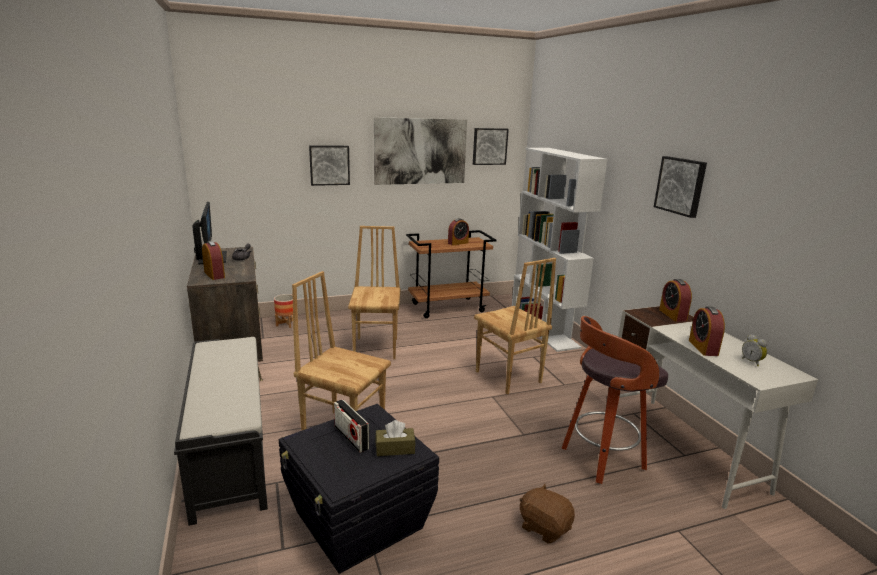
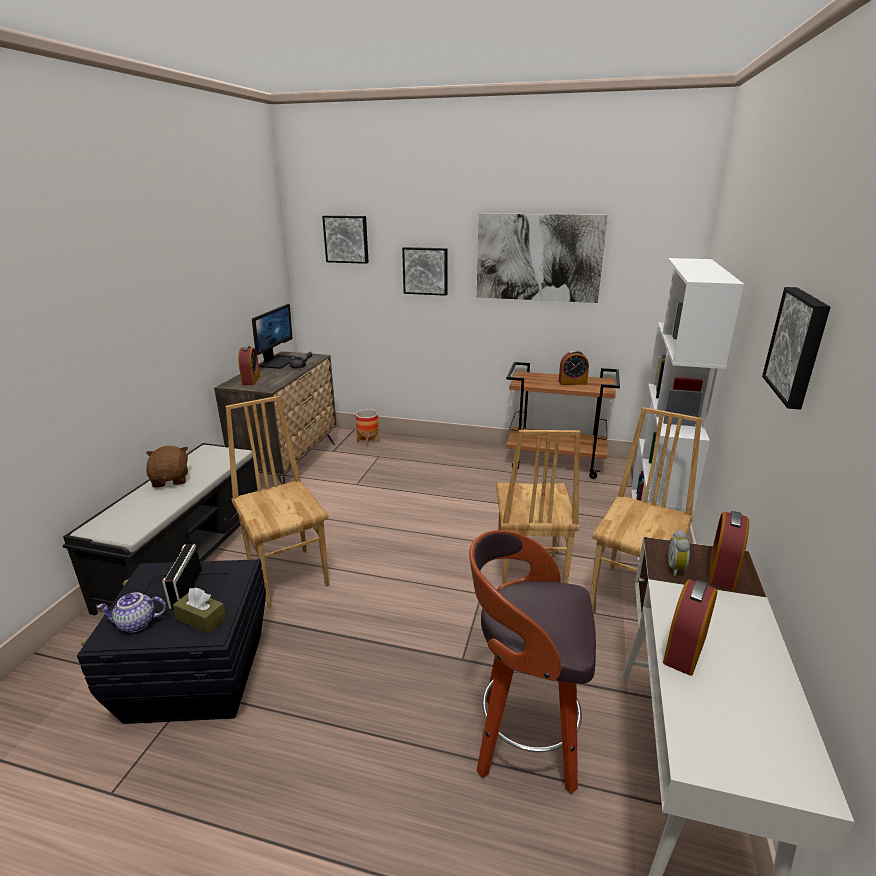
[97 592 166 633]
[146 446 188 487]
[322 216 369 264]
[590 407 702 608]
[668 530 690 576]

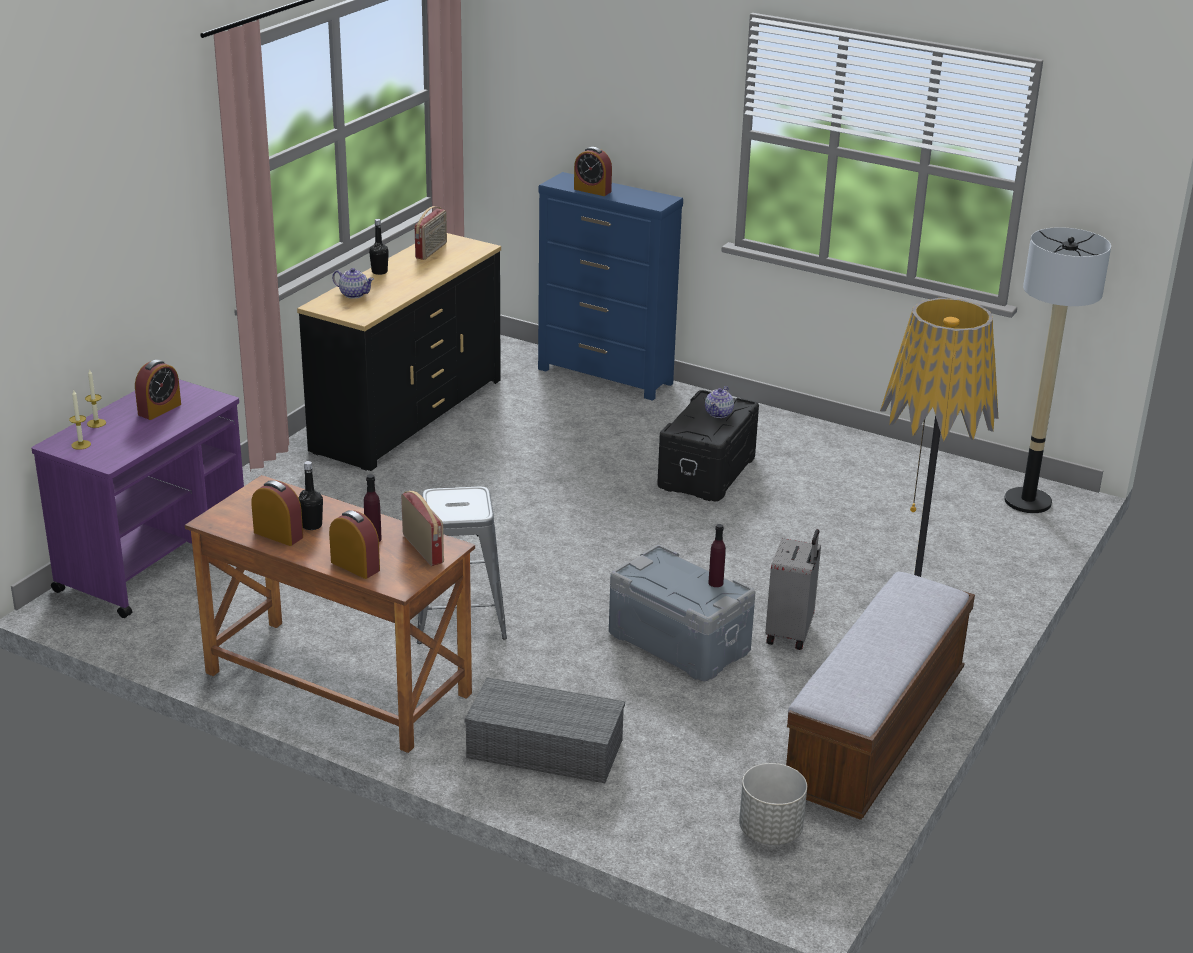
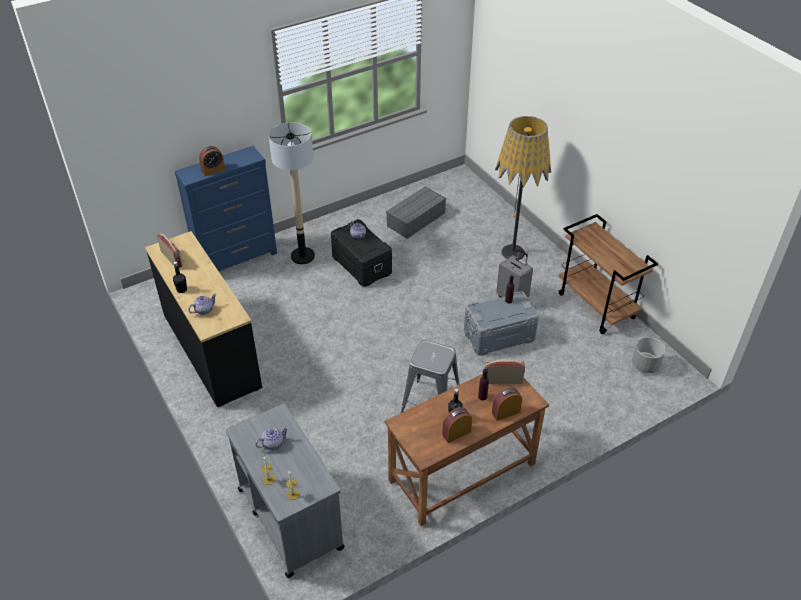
[226 403 345 578]
[255 427 288 450]
[269 122 315 264]
[386 186 446 239]
[558 214 658 334]

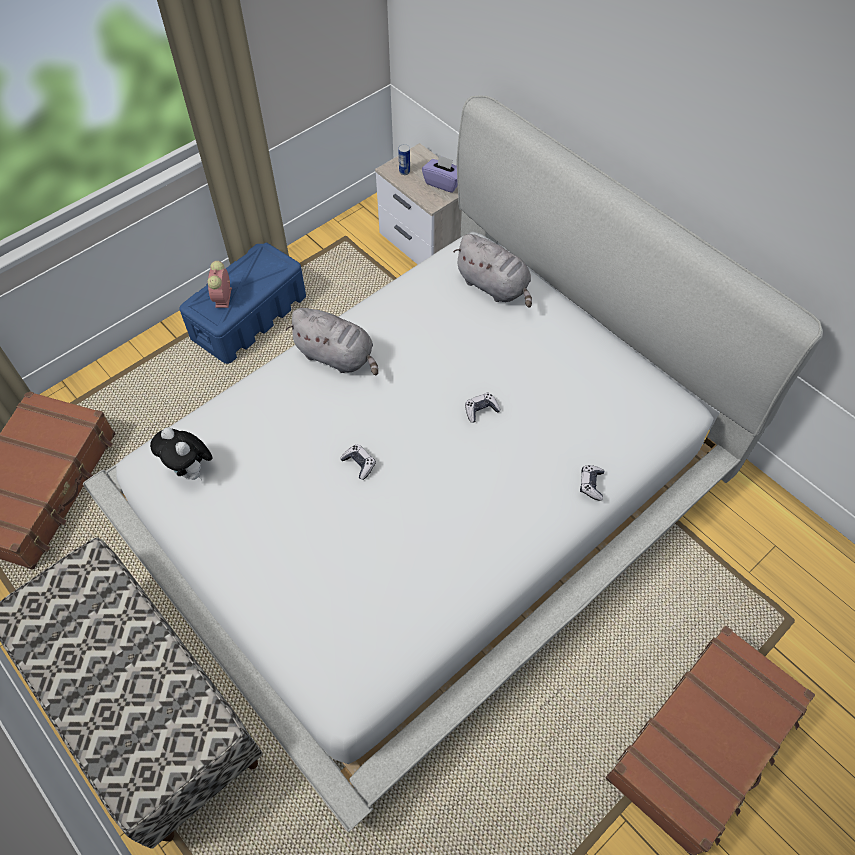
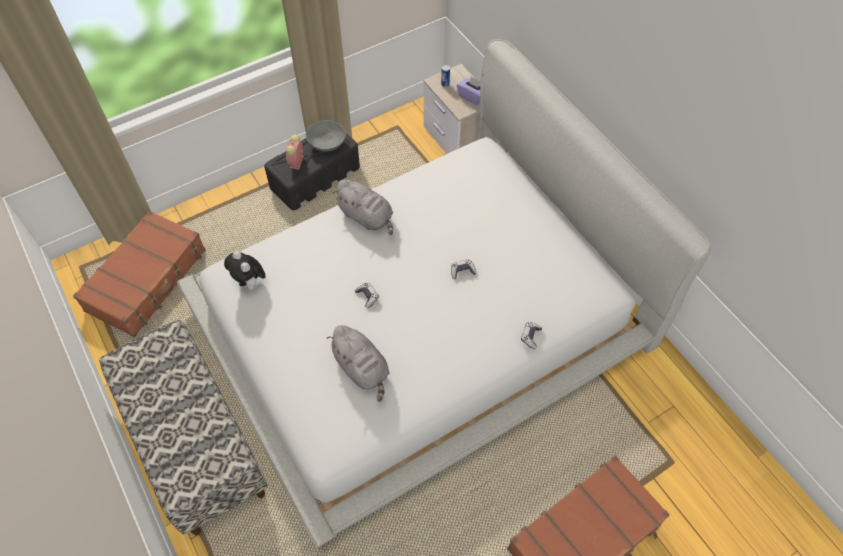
[264 134 360 210]
[306 120 346 152]
[327 325 389 402]

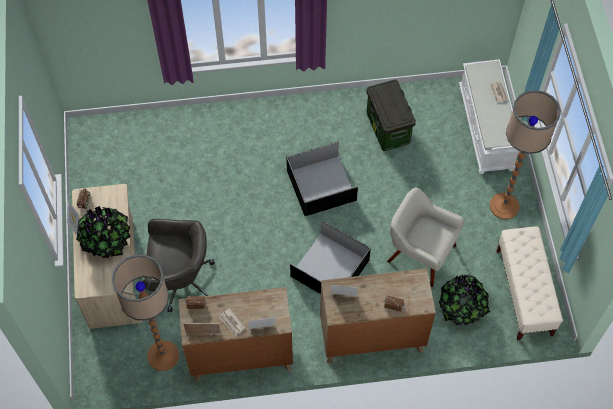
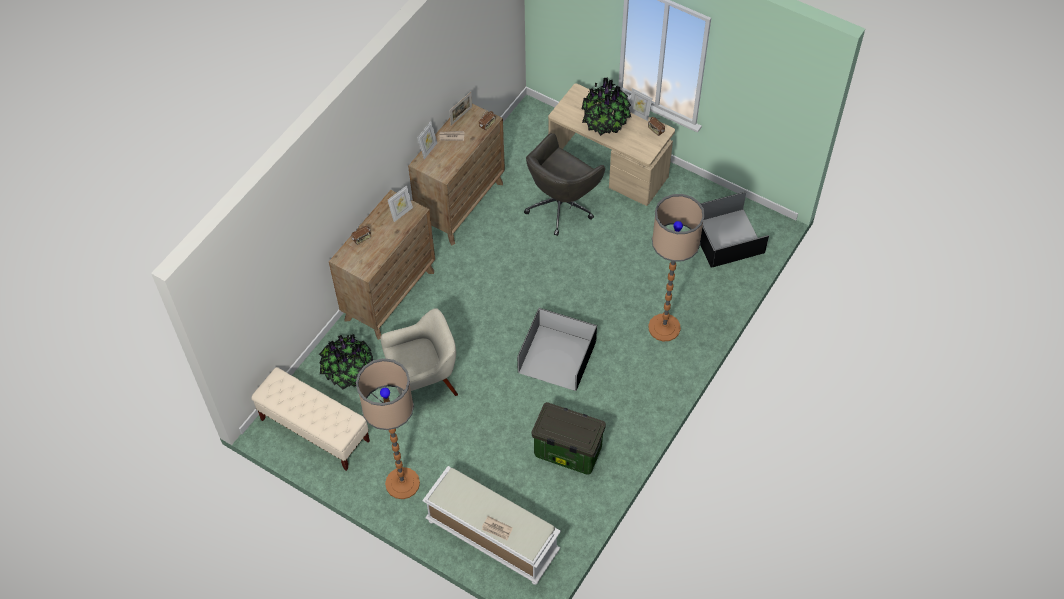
[648 194 705 341]
[700 191 769 267]

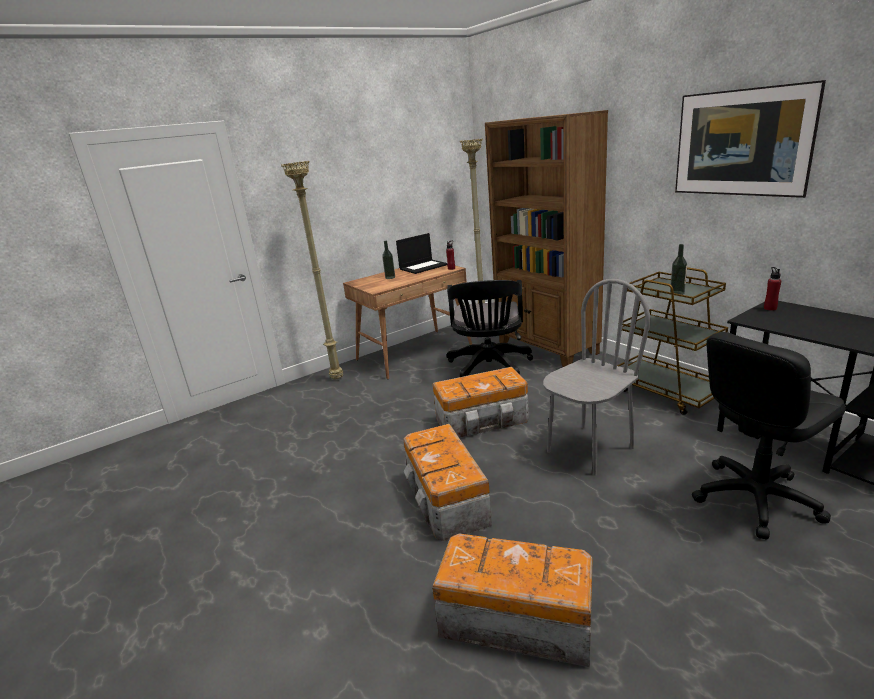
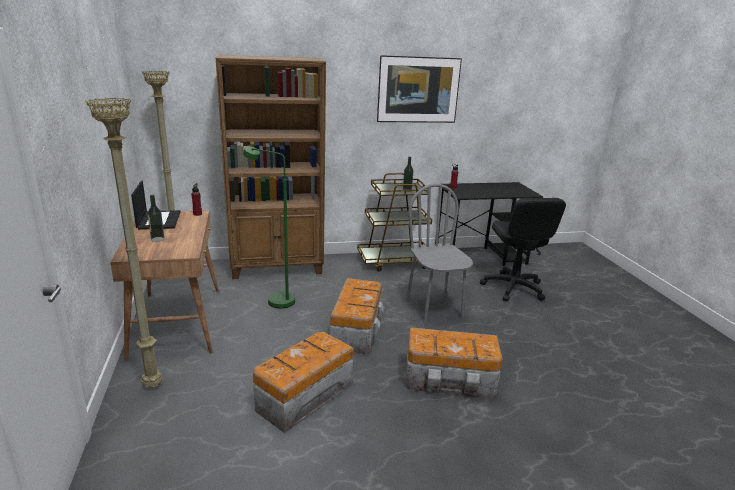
[243 146 295 308]
[253 332 354 433]

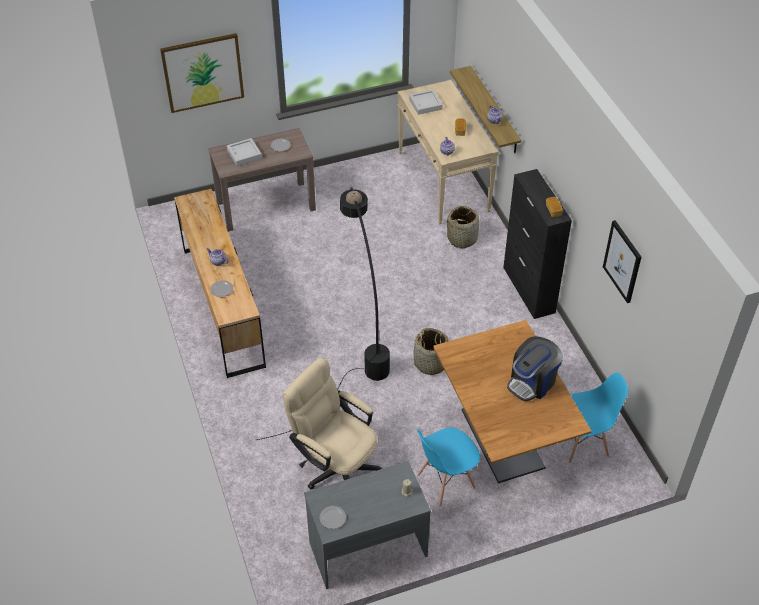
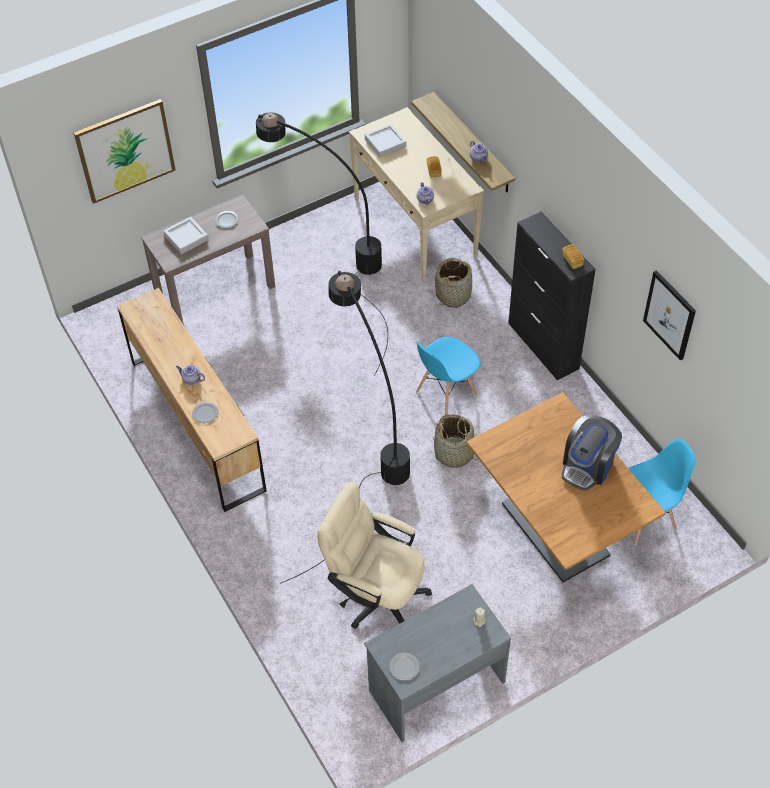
[256 113 388 376]
[416 337 481 415]

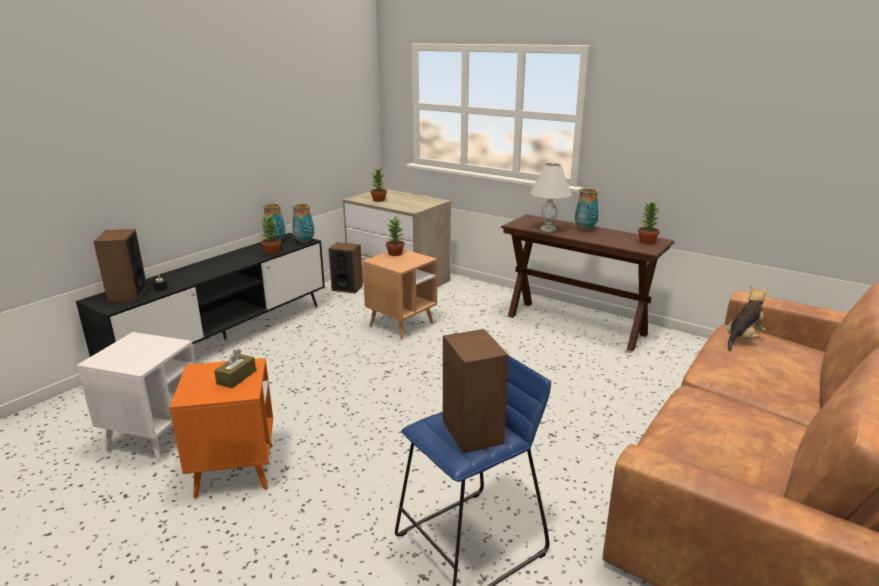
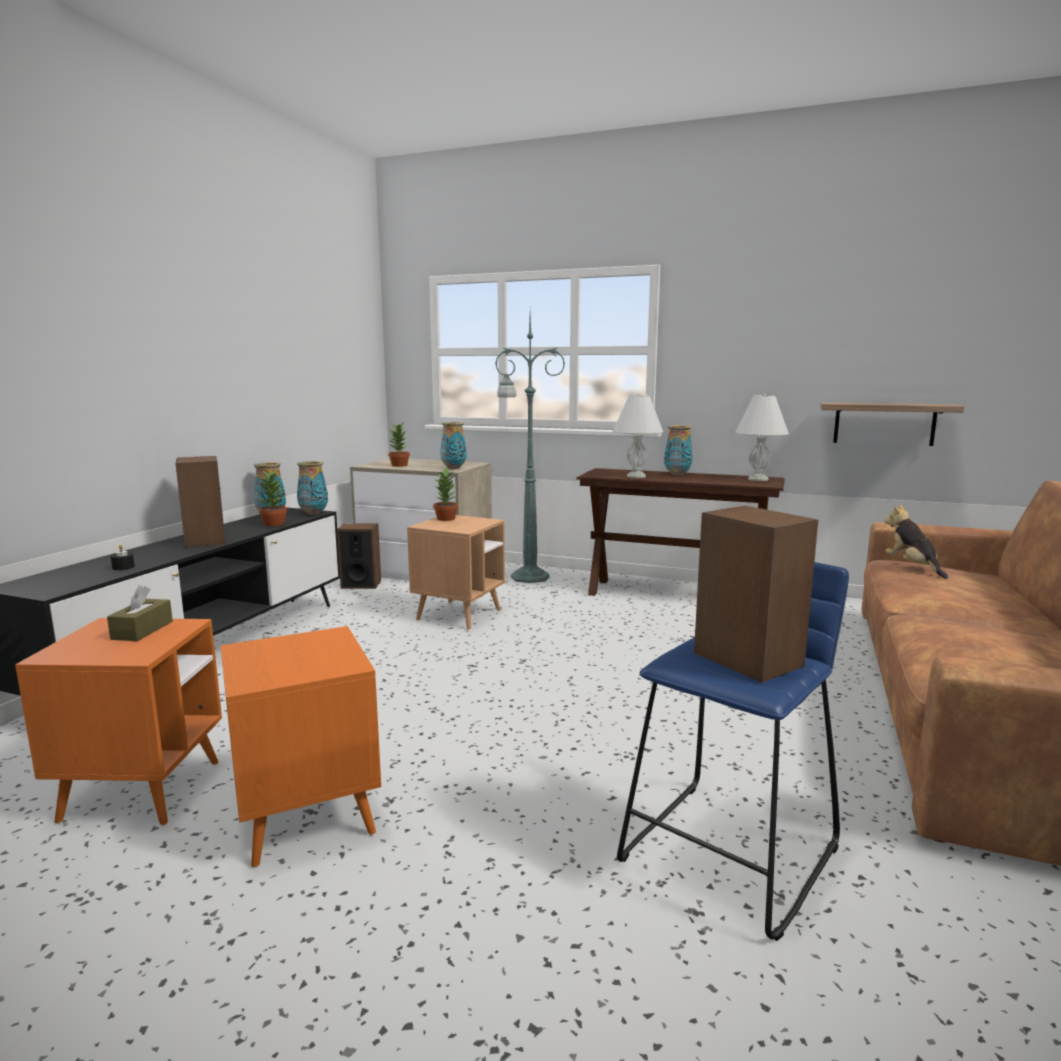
[15 618 222 826]
[107 585 173 641]
[175 456 226 547]
[440 422 466 469]
[495 313 565 583]
[735 394 789 481]
[821 402 965 446]
[884 504 948 579]

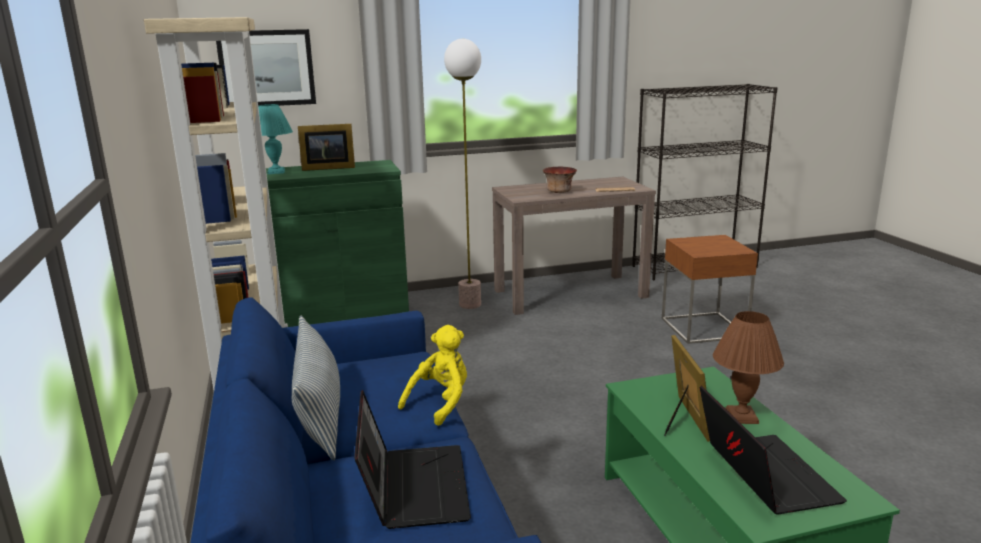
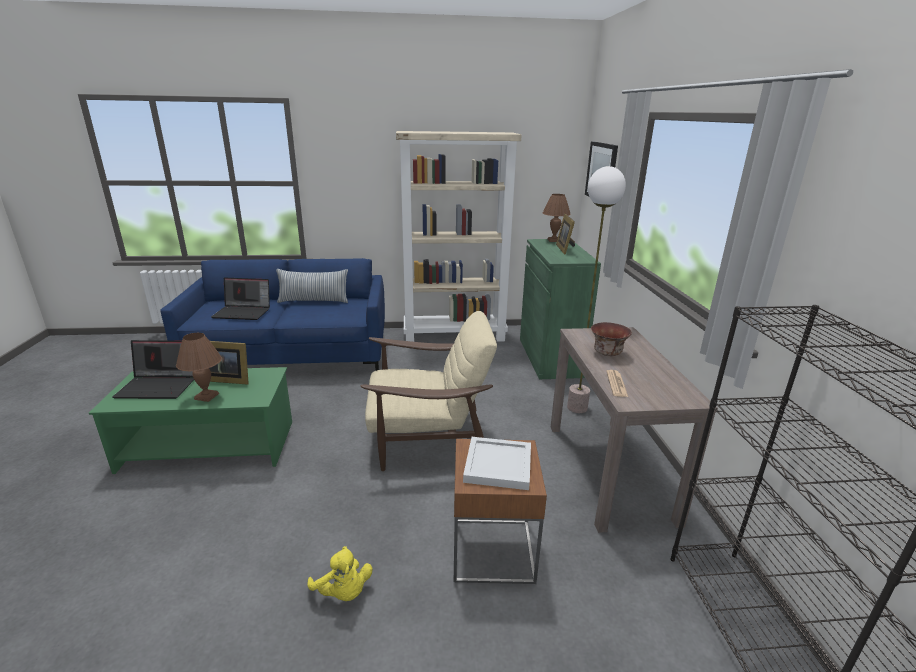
[307 546 373 601]
[361 311 497 471]
[463 437 531 490]
[543 194 571 242]

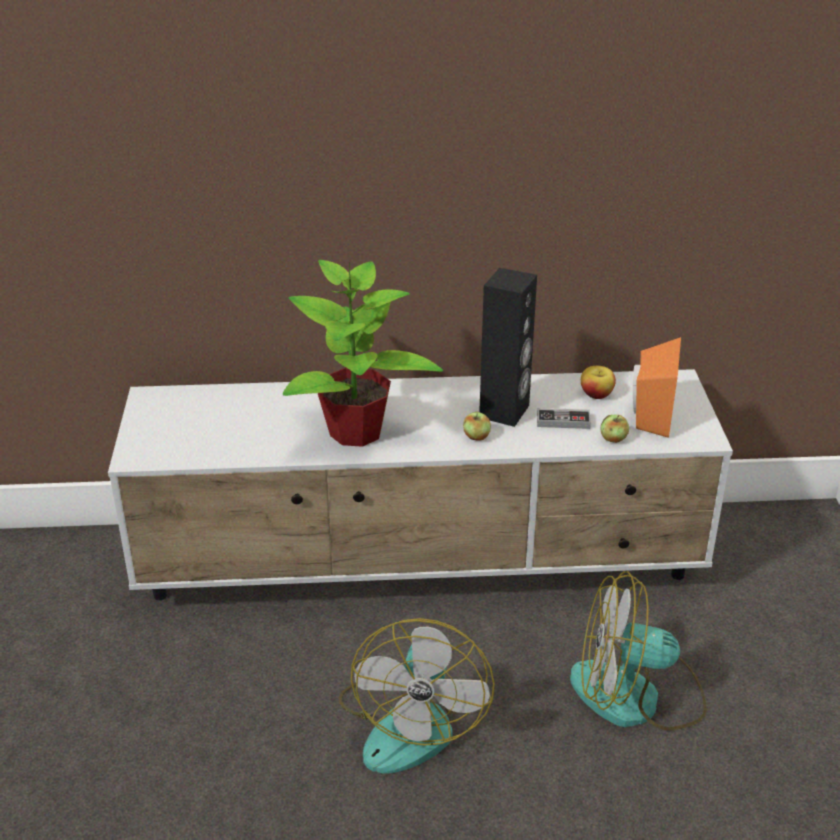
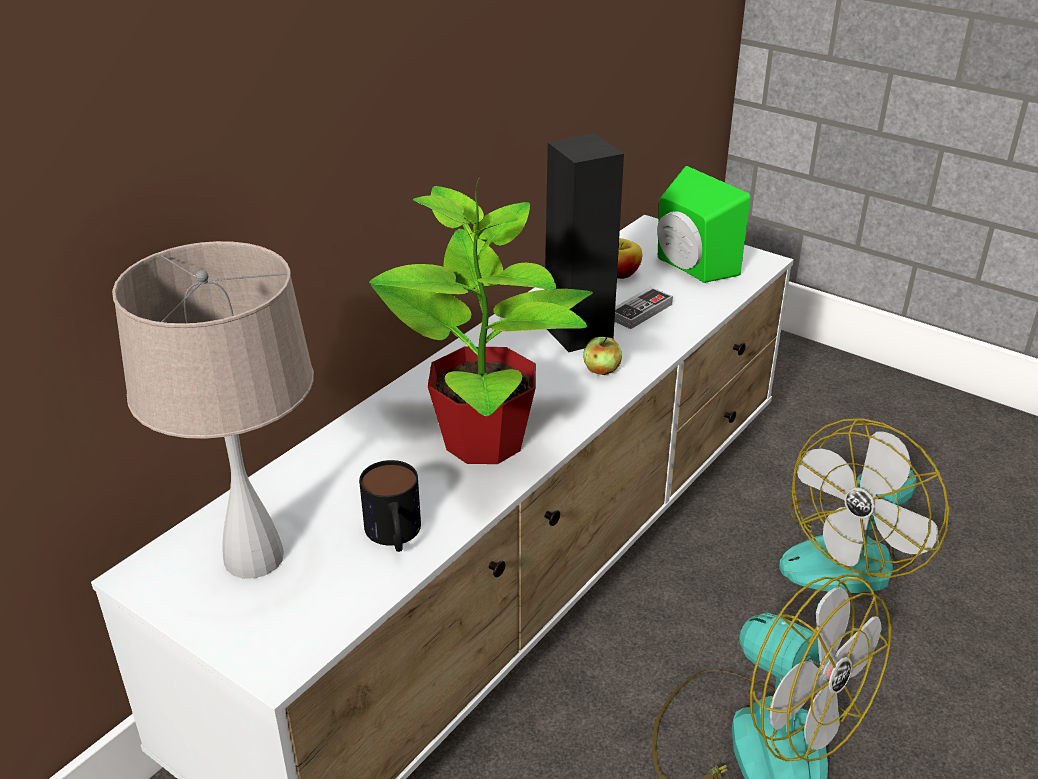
[112 241 314 579]
[359 460 421 552]
[657 166 750 283]
[600 415 629 443] (first image)

